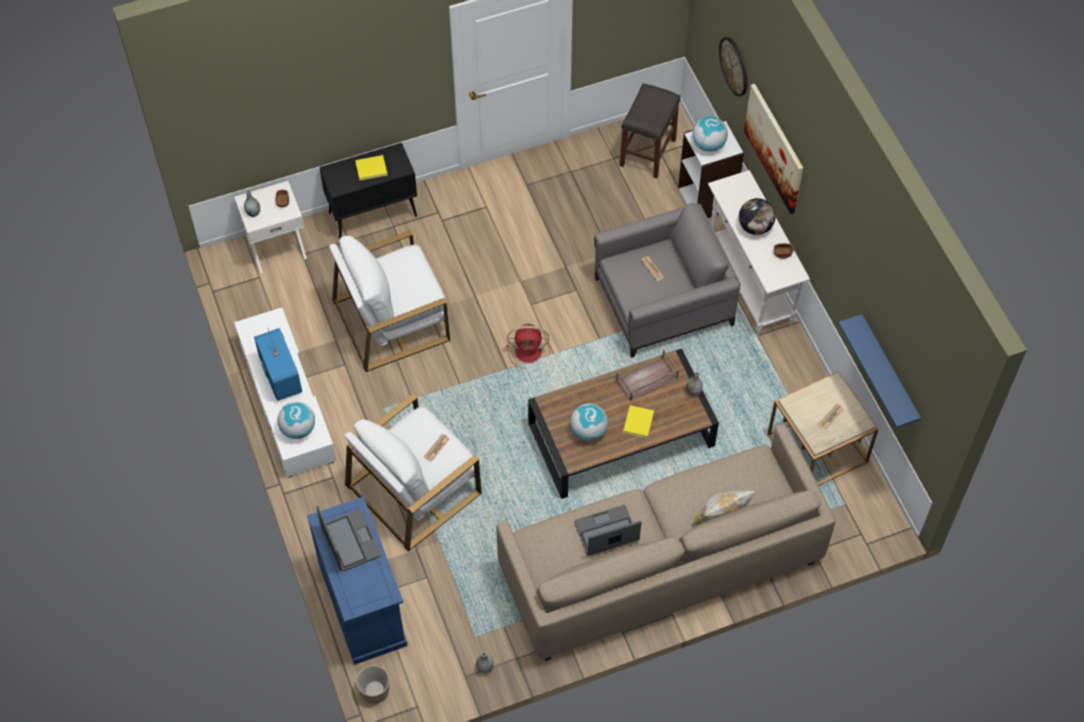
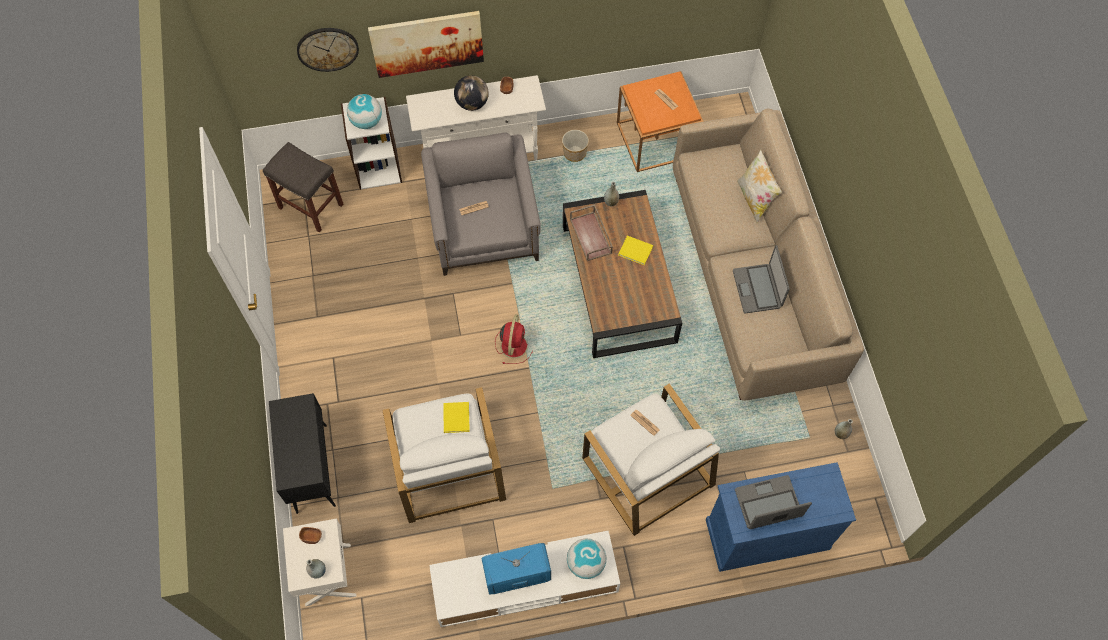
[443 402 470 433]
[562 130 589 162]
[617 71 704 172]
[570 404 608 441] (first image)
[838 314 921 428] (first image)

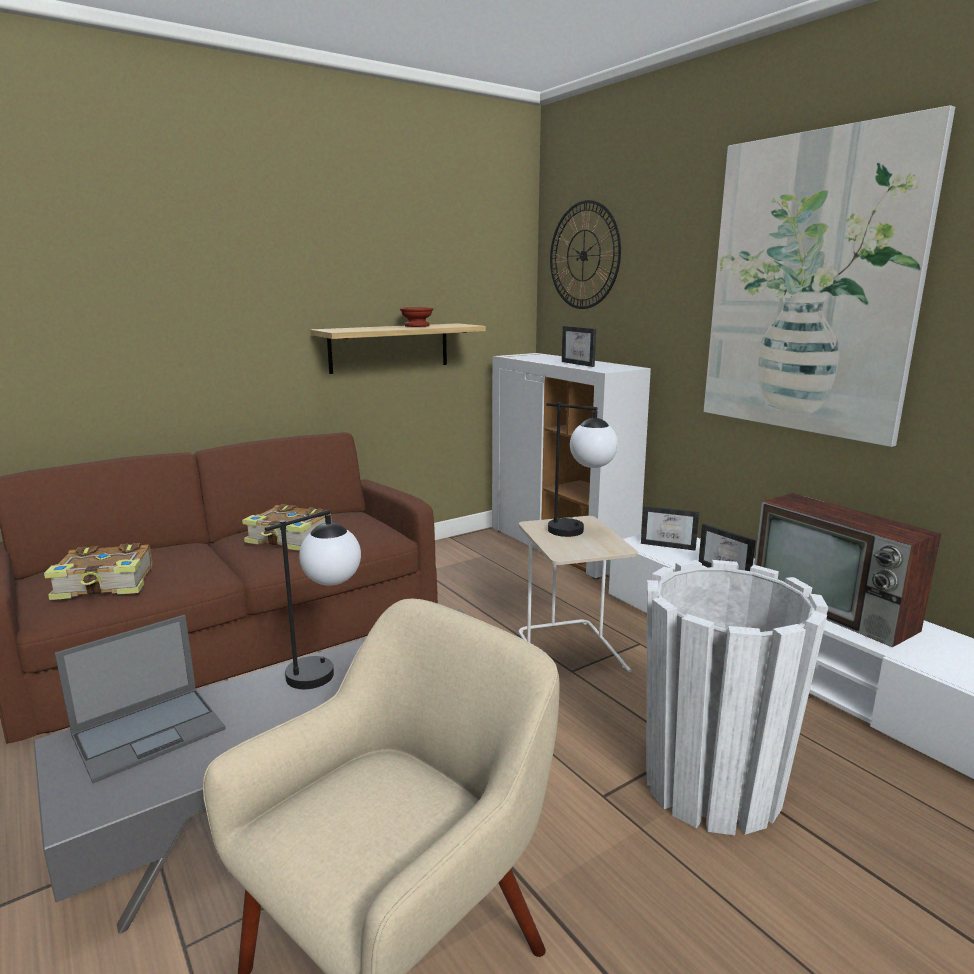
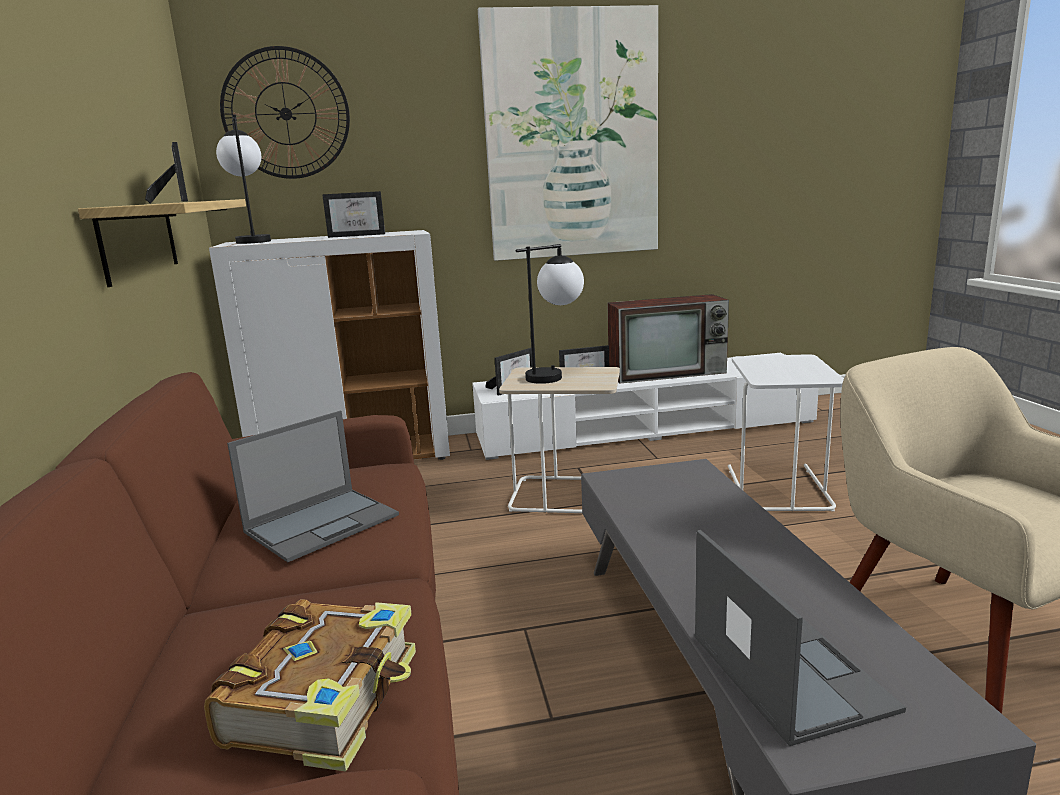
[145 142 188 204]
[216 115 271 244]
[227 411 399 562]
[728 354 844 511]

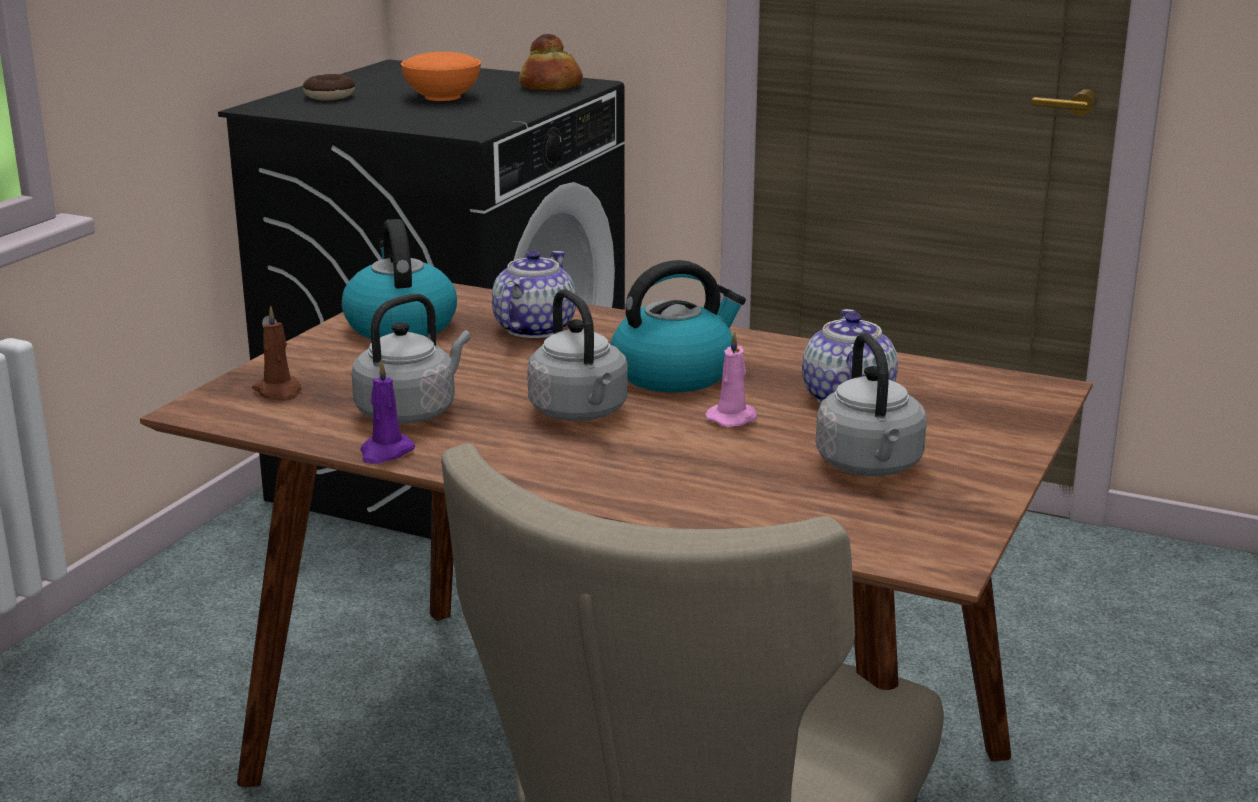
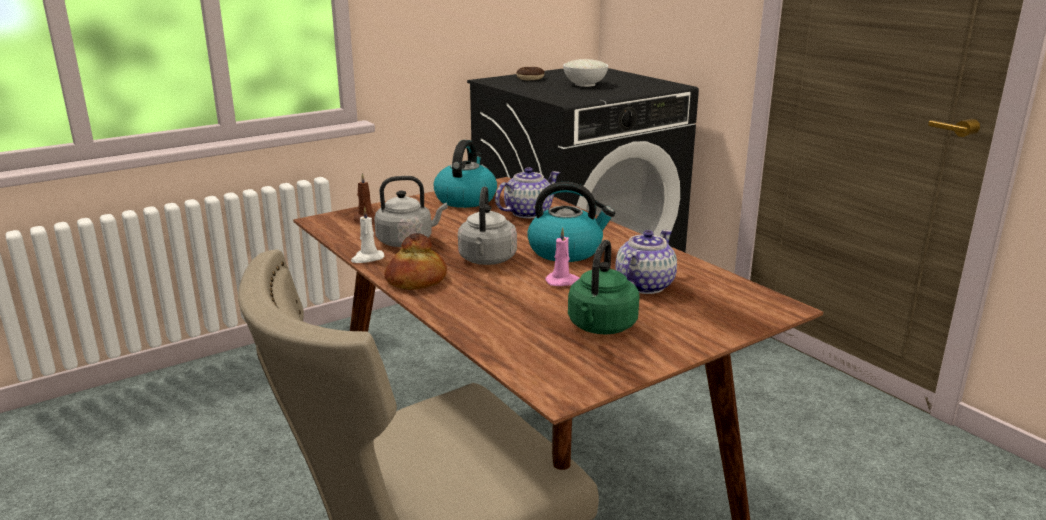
[351 207 384 263]
[384 233 447 290]
[563 59 608 87]
[568 240 640 334]

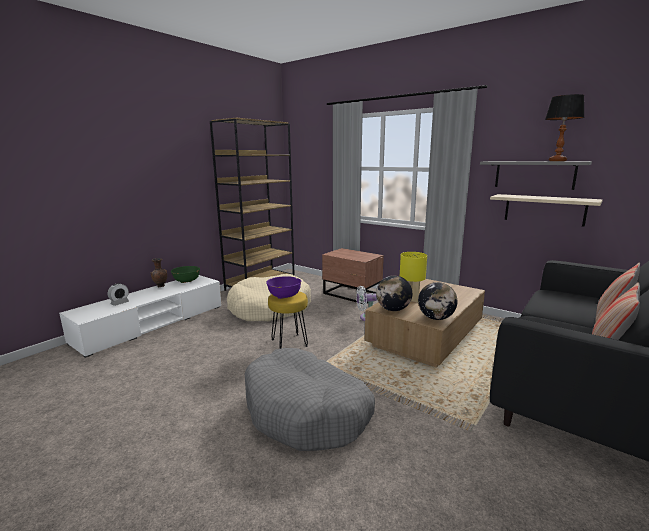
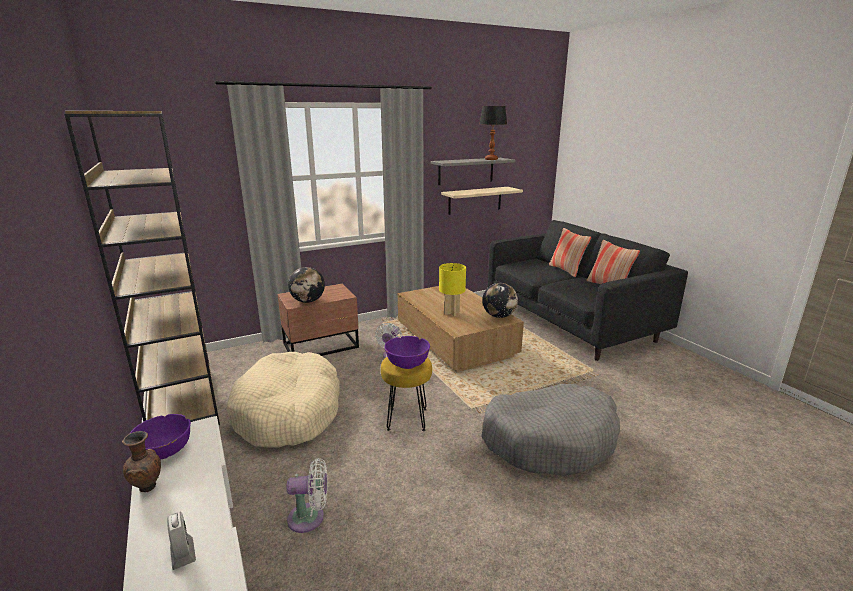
[130 414 191 459]
[287 458 327 533]
[288 267 325 303]

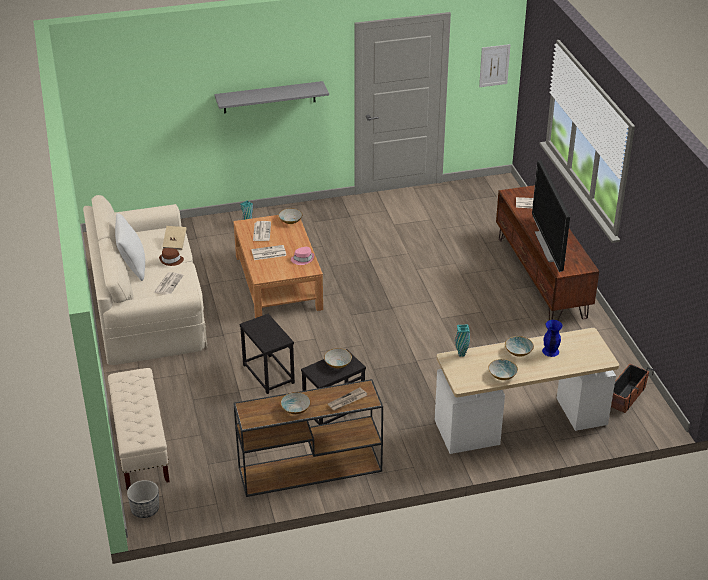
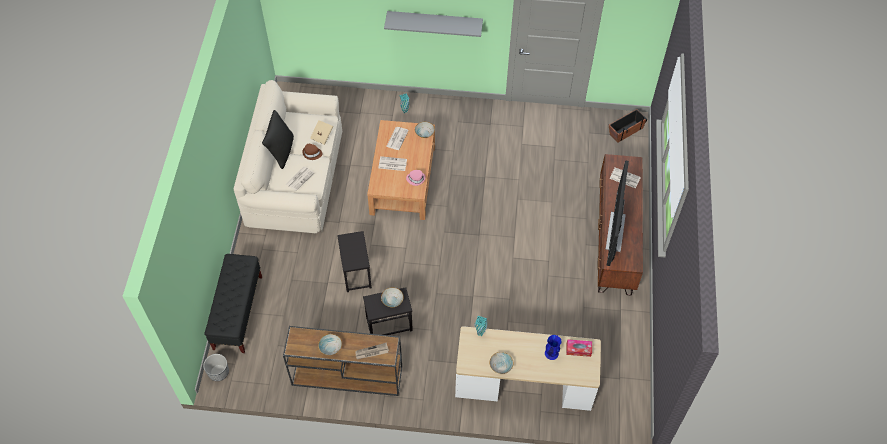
[204 254 262 353]
[262 110 294 169]
[566 339 592 357]
[609 109 647 143]
[479 44 510 87] (first image)
[505 336 534 357] (first image)

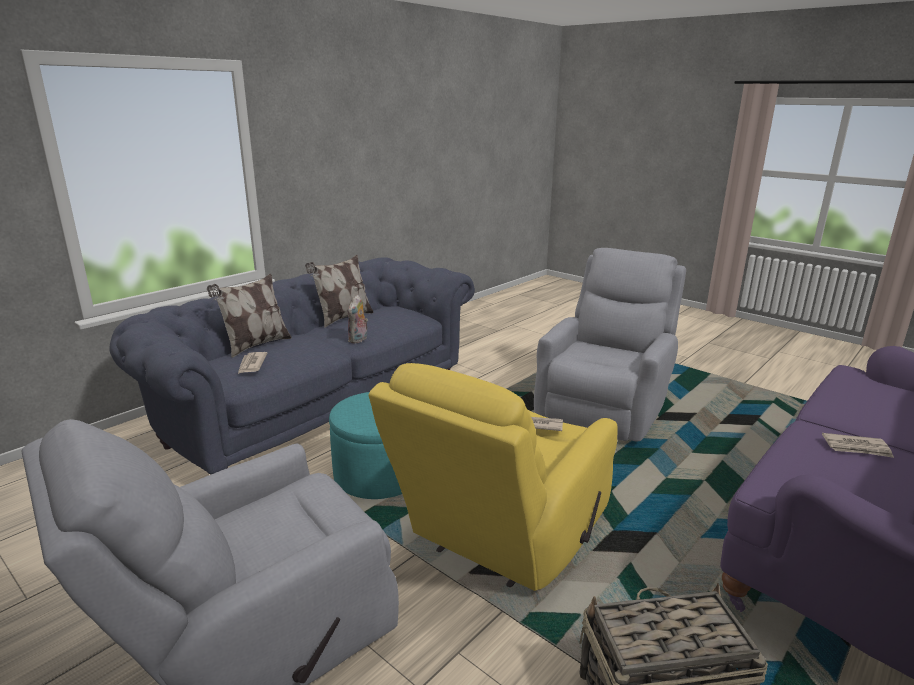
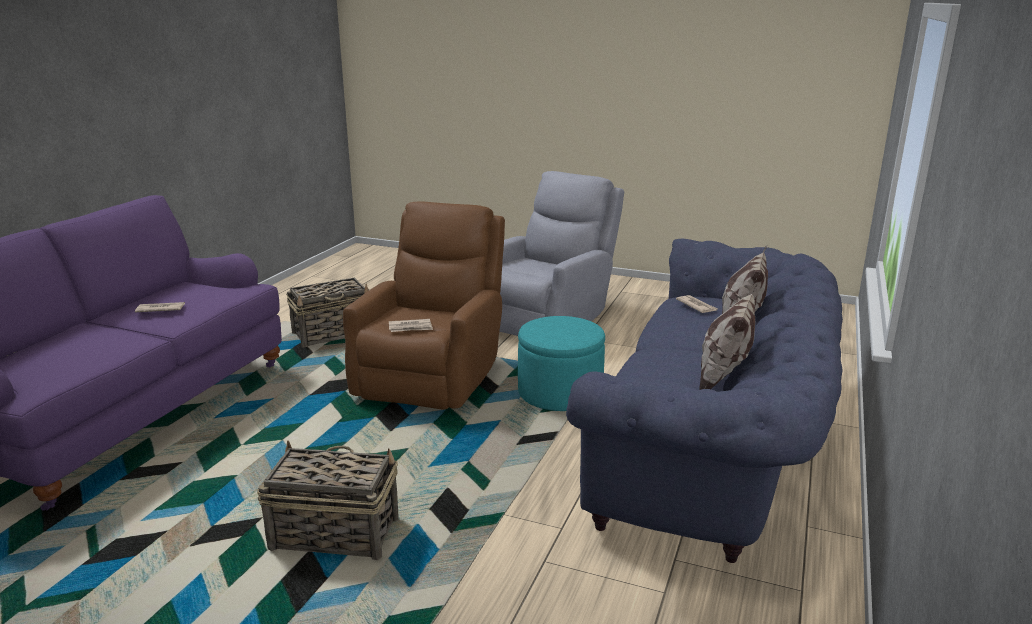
[257 440 399 560]
[343 201 505 410]
[348 294 368 344] (first image)

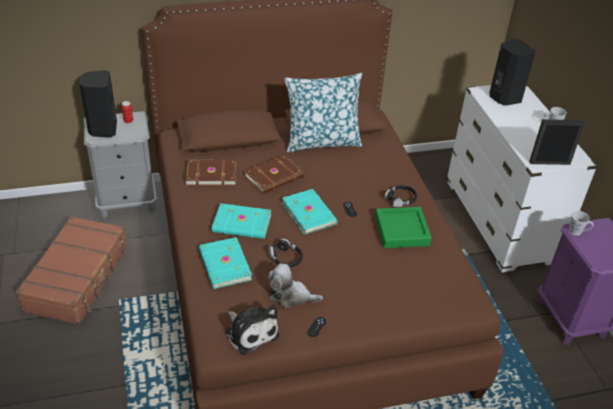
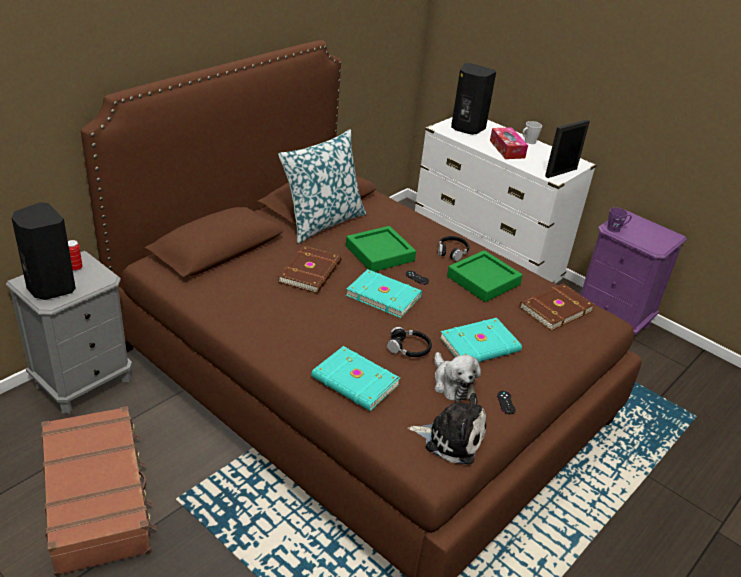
[346 226 416 272]
[434 352 481 402]
[440 318 522 362]
[490 127 528 159]
[520 283 595 331]
[607 207 632 233]

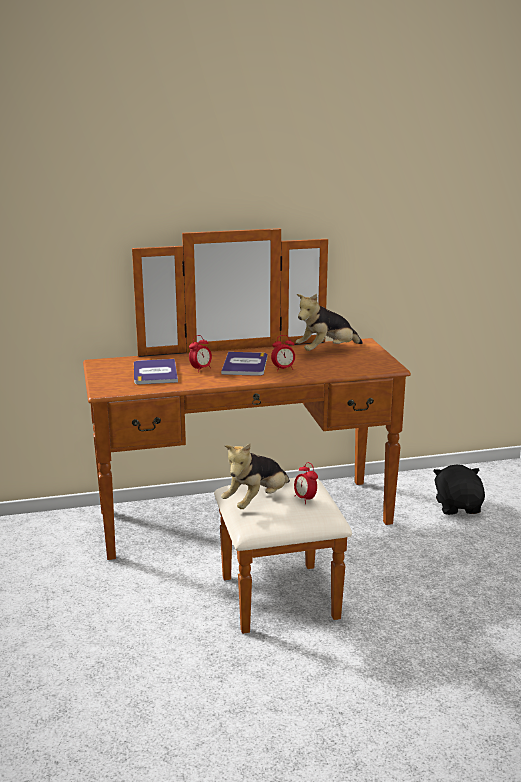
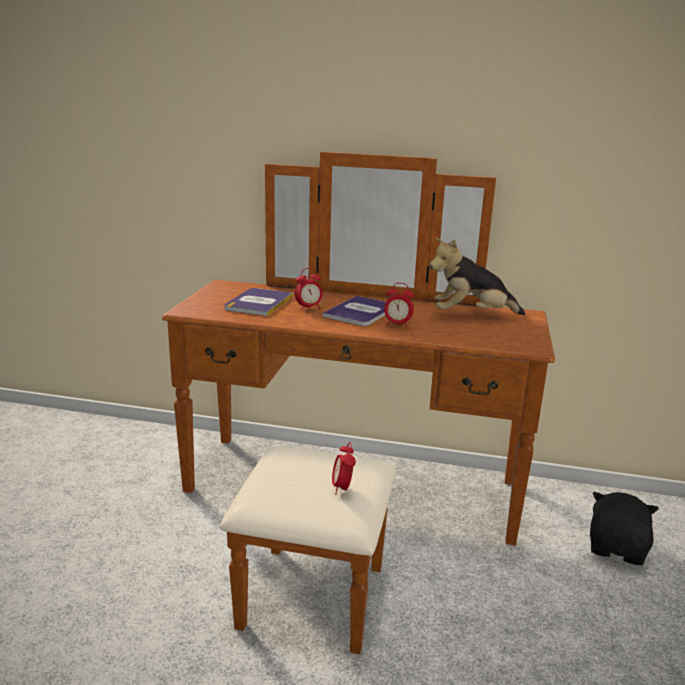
[221 444 290 509] (first image)

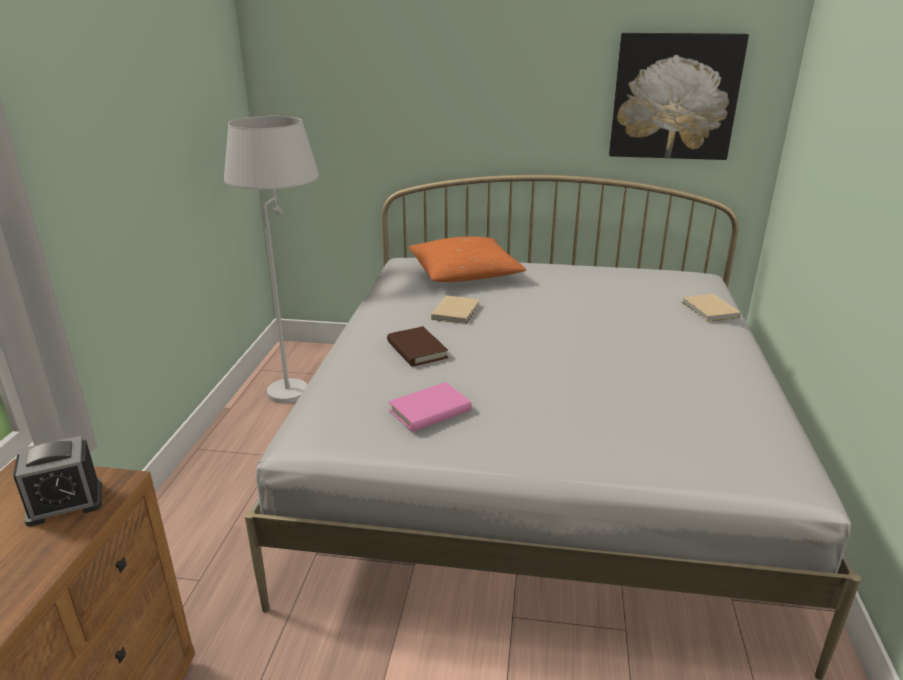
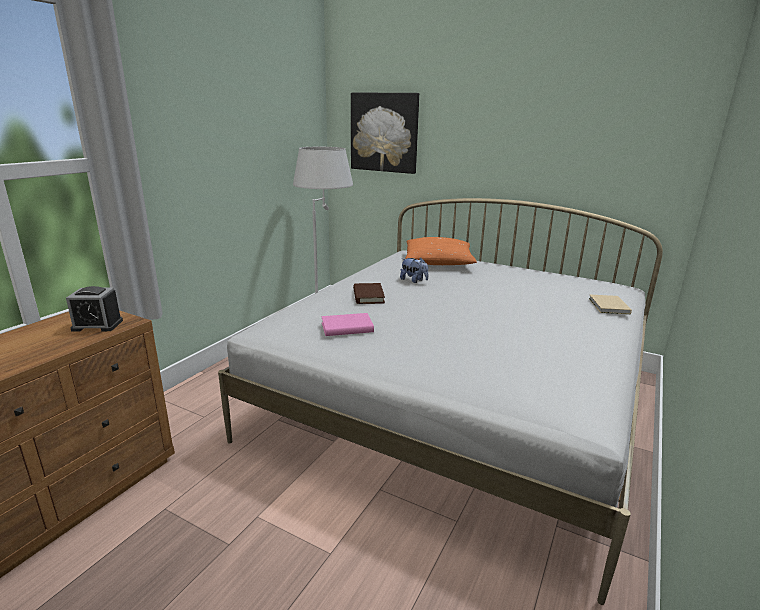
[351 93 419 174]
[400 258 428 283]

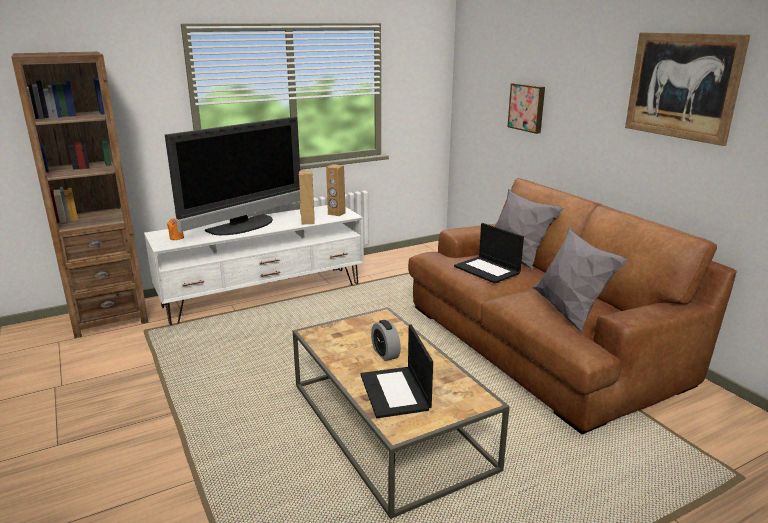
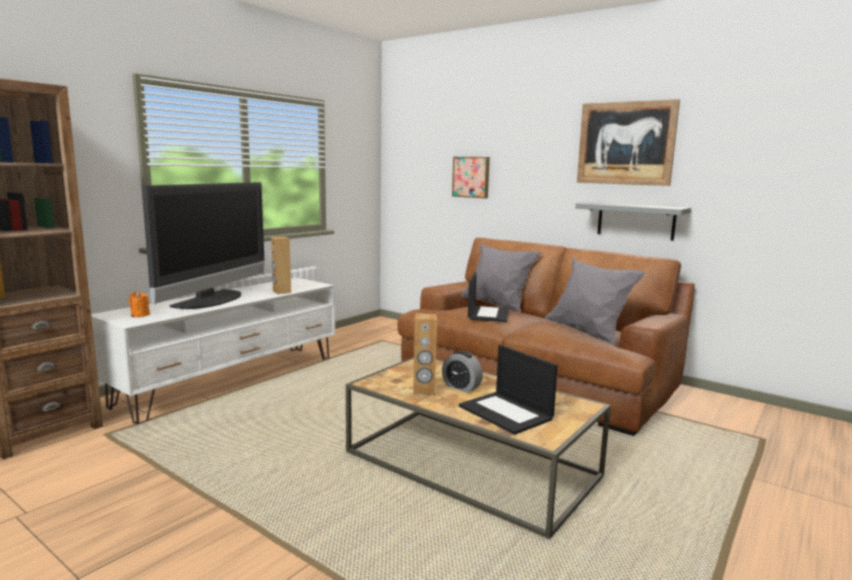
[413 313 437 395]
[468 272 509 322]
[575 202 691 241]

